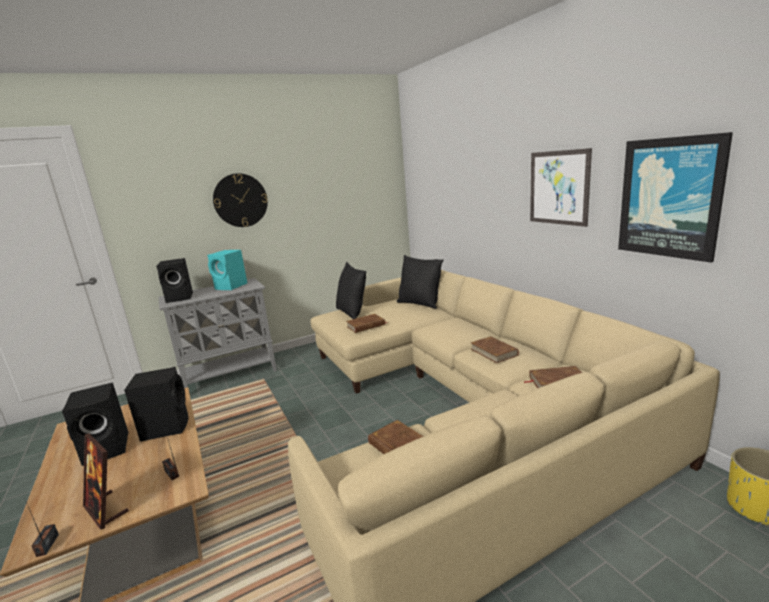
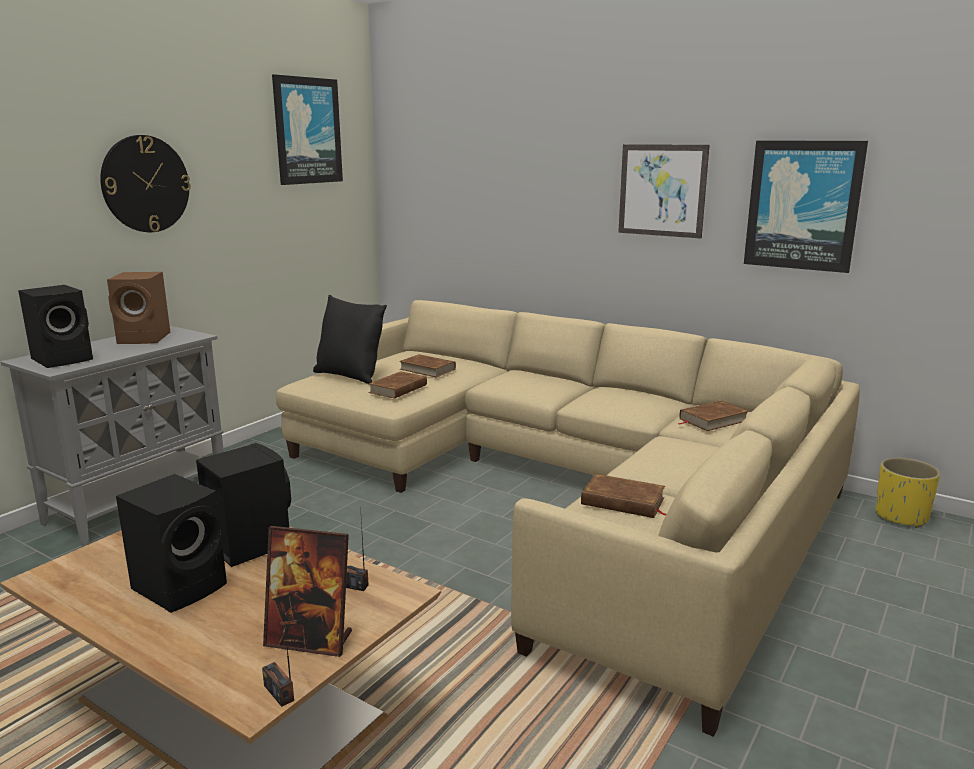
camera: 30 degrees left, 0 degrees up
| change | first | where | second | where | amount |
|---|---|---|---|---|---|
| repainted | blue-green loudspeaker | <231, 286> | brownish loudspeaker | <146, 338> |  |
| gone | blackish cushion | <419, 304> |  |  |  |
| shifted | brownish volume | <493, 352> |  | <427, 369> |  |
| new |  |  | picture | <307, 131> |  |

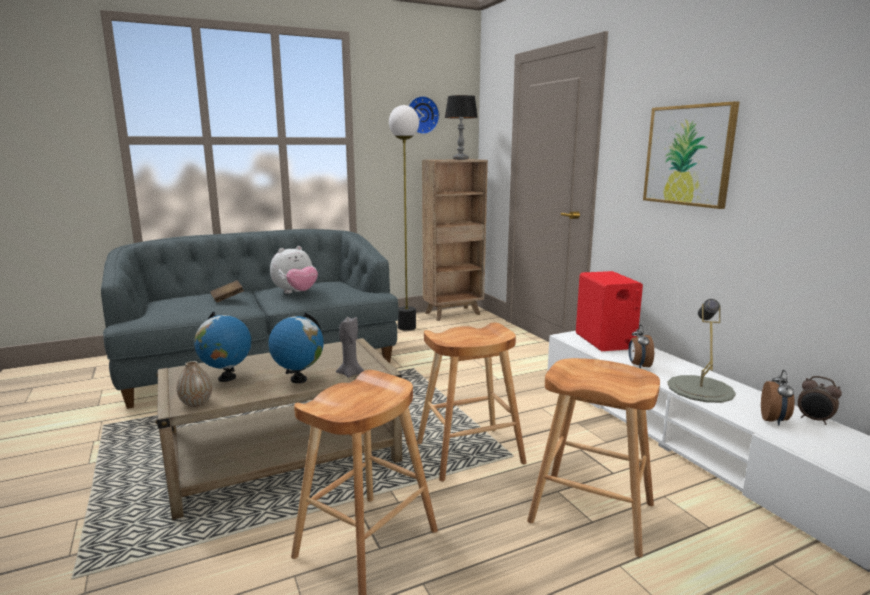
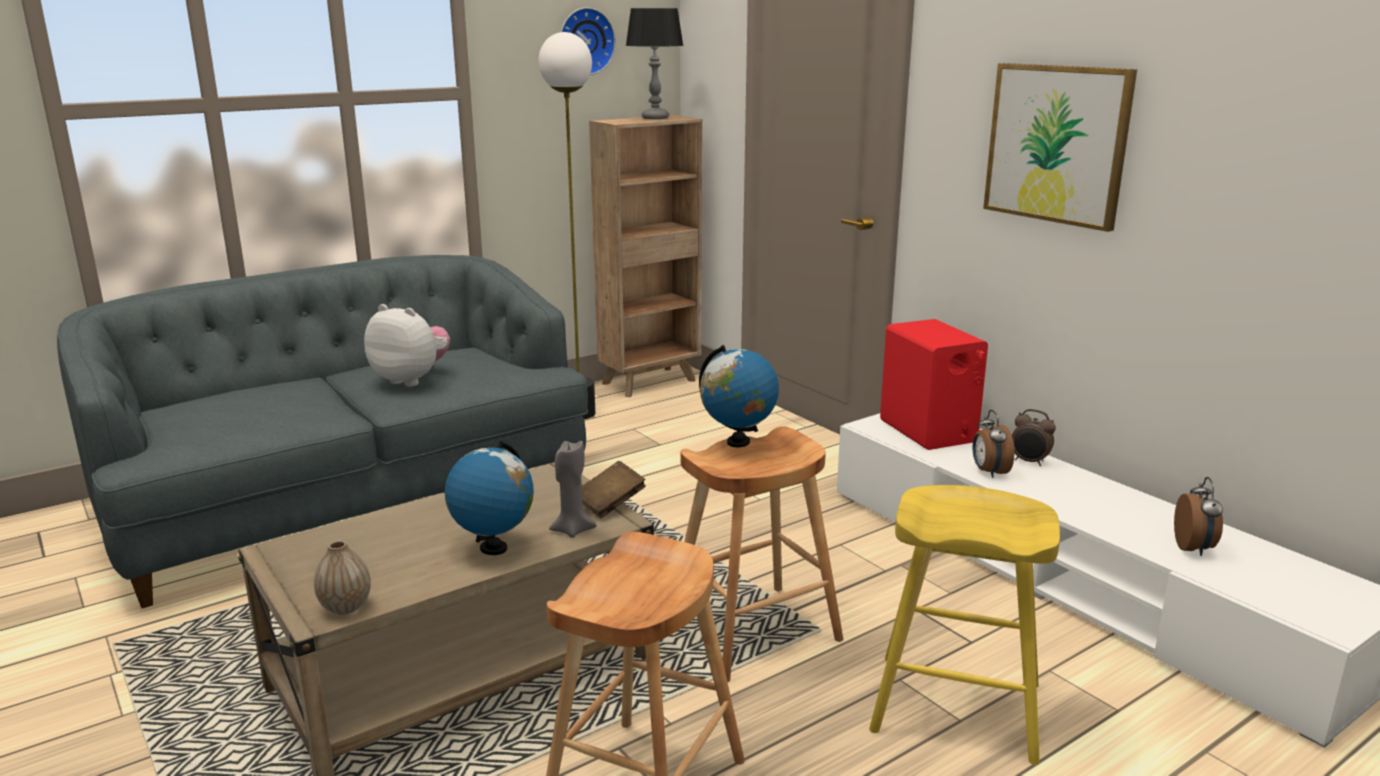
camera: 10 degrees left, 5 degrees up
| change | first | where | second | where | amount |
|---|---|---|---|---|---|
| rotated | cuddly toy | <296, 293> |  | <411, 379> | 105 degrees counterclockwise |
| shifted | brownish volume | <227, 298> |  | <610, 504> |  |
| gone | grey table lamp | <700, 389> |  |  |  |
| shifted | world globe | <226, 378> |  | <738, 442> |  |
| repainted | brownish sitting stool | <591, 513> | yellowish sitting stool | <955, 707> |  |
| shifted | table clock | <814, 420> |  | <1029, 462> |  |

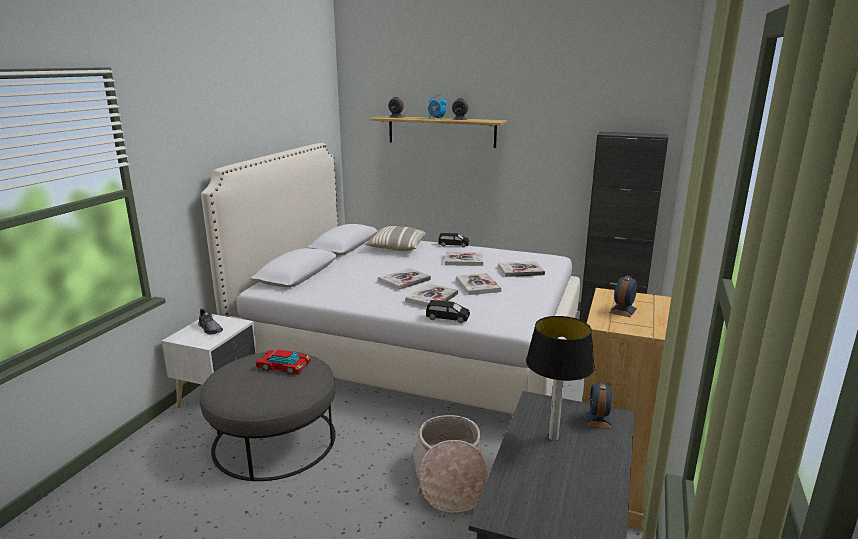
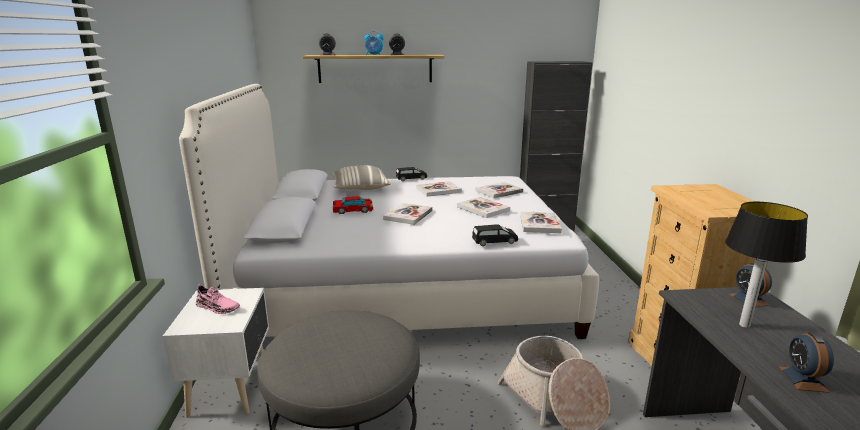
camera: 25 degrees left, 0 degrees up
| change | first | where | second | where | amount |
|---|---|---|---|---|---|
| shifted | table clock | <623, 310> |  | <803, 379> |  |
| shifted | volume | <432, 297> |  | <539, 224> |  |
| repainted | grey low shoe | <210, 329> | pinkish low shoe | <217, 307> |  |
| shifted | model car | <284, 366> |  | <353, 209> |  |

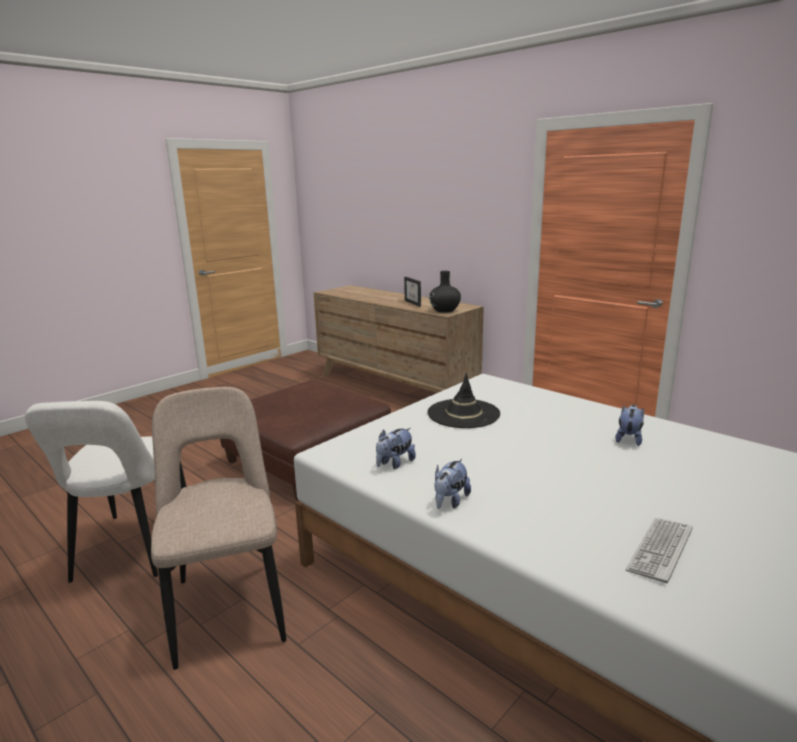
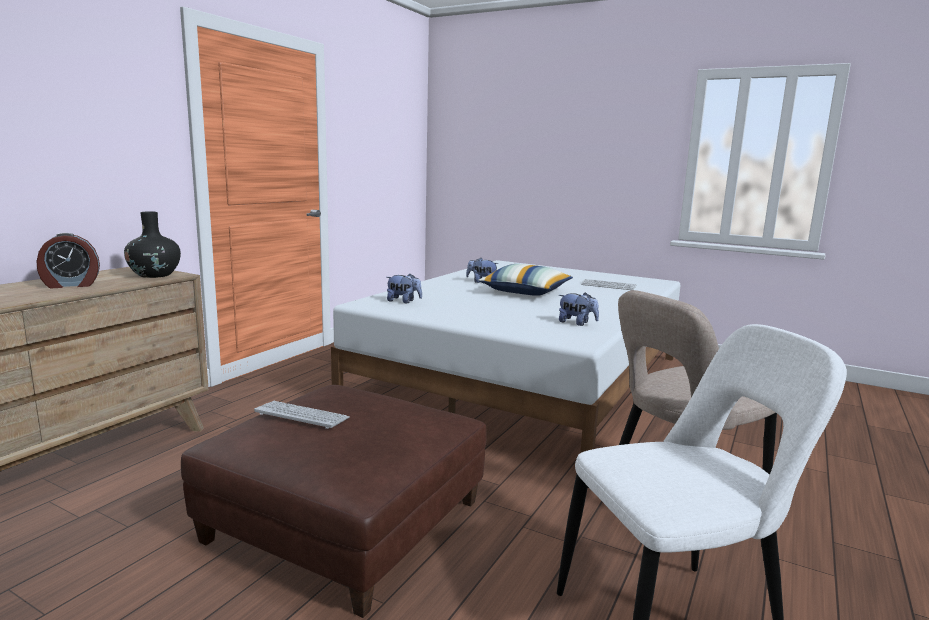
camera: 105 degrees left, 5 degrees down
| change | first | where | second | where | amount |
|---|---|---|---|---|---|
| swapped | picture frame | <416, 303> | table clock | <71, 285> |  |
| gone | blackish clothing hat | <463, 414> |  |  |  |
| shifted | cuddly toy | <450, 501> |  | <403, 301> |  |
| new |  |  | cushion | <525, 292> |  |
| new |  |  | computer keyboard | <302, 415> |  |

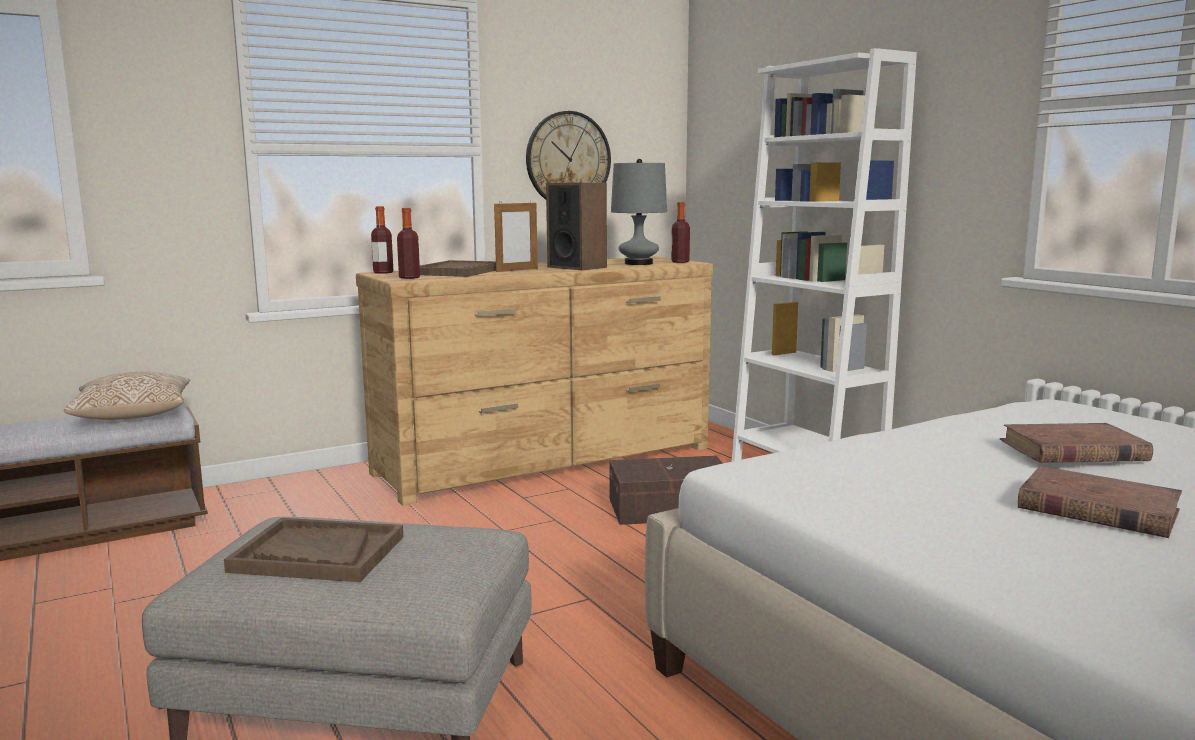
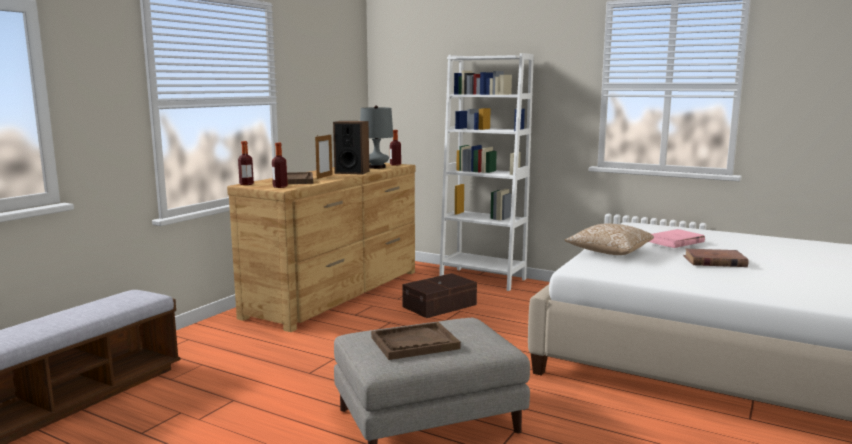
camera: 30 degrees left, 0 degrees up
| change | first | where | second | where | amount |
|---|---|---|---|---|---|
| gone | hanging clock | <568, 159> |  |  |  |
| shifted | cushion | <133, 415> |  | <609, 252> |  |
| repainted | brownish volume | <1072, 451> | pinkish volume | <675, 242> |  |

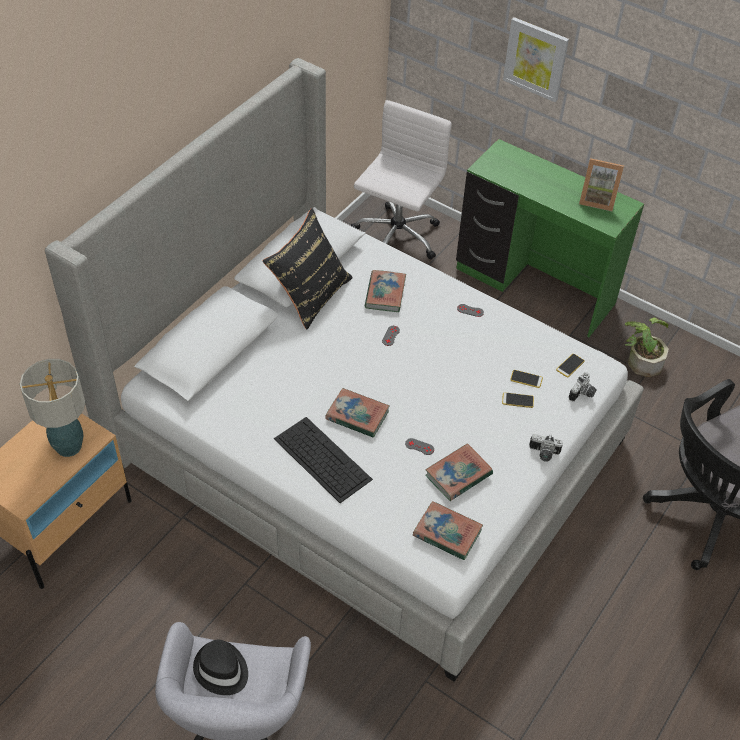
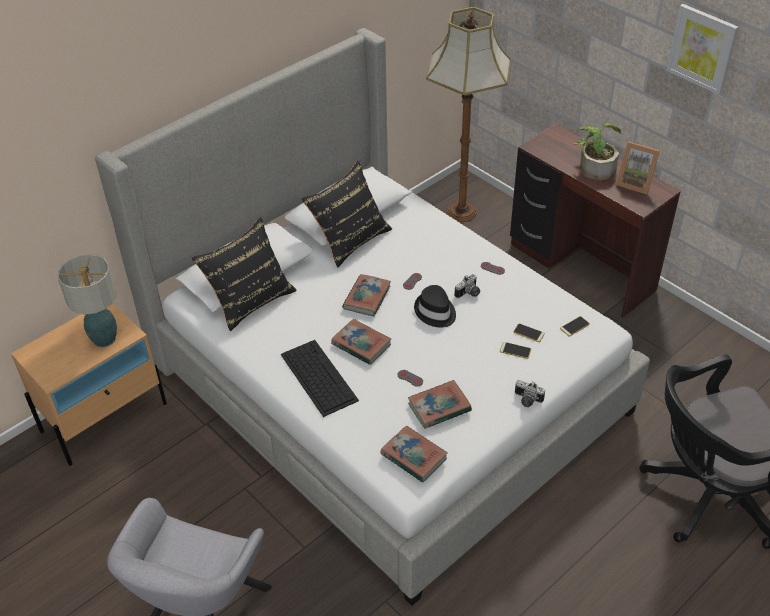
camera: 15 degrees right, 5 degrees down
| change | first | where | second | where | amount |
|---|---|---|---|---|---|
| shifted | picture | <536, 59> |  | <702, 48> |  |
| swapped | whitish desk chair | <396, 237> | floor lamp | <462, 212> |  |
| repainted | green desk table | <534, 287> | brownish desk table | <580, 268> |  |
| shifted | volume | <385, 293> |  | <367, 298> |  |
| shifted | plant in a pot | <641, 359> |  | <595, 166> |  |
| shifted | still camera | <583, 394> |  | <469, 293> |  |
| shifted | blackish clothing hat | <221, 670> |  | <435, 312> |  |
| new |  |  | blackish cushion | <250, 299> |  |

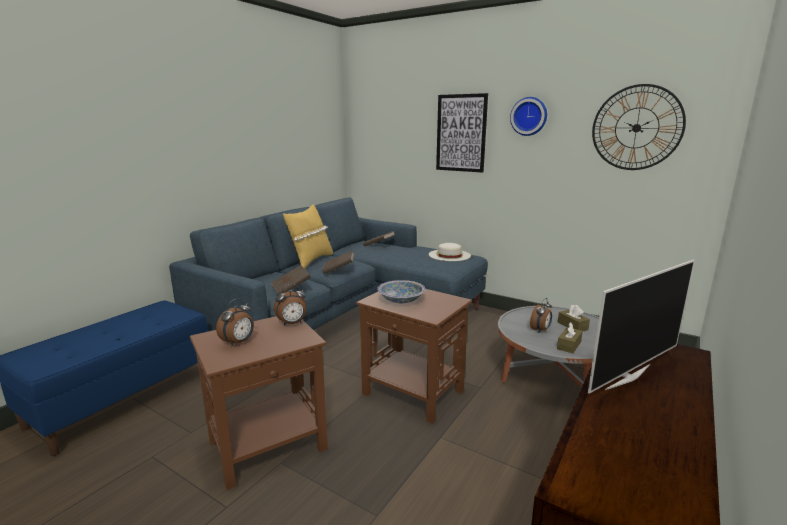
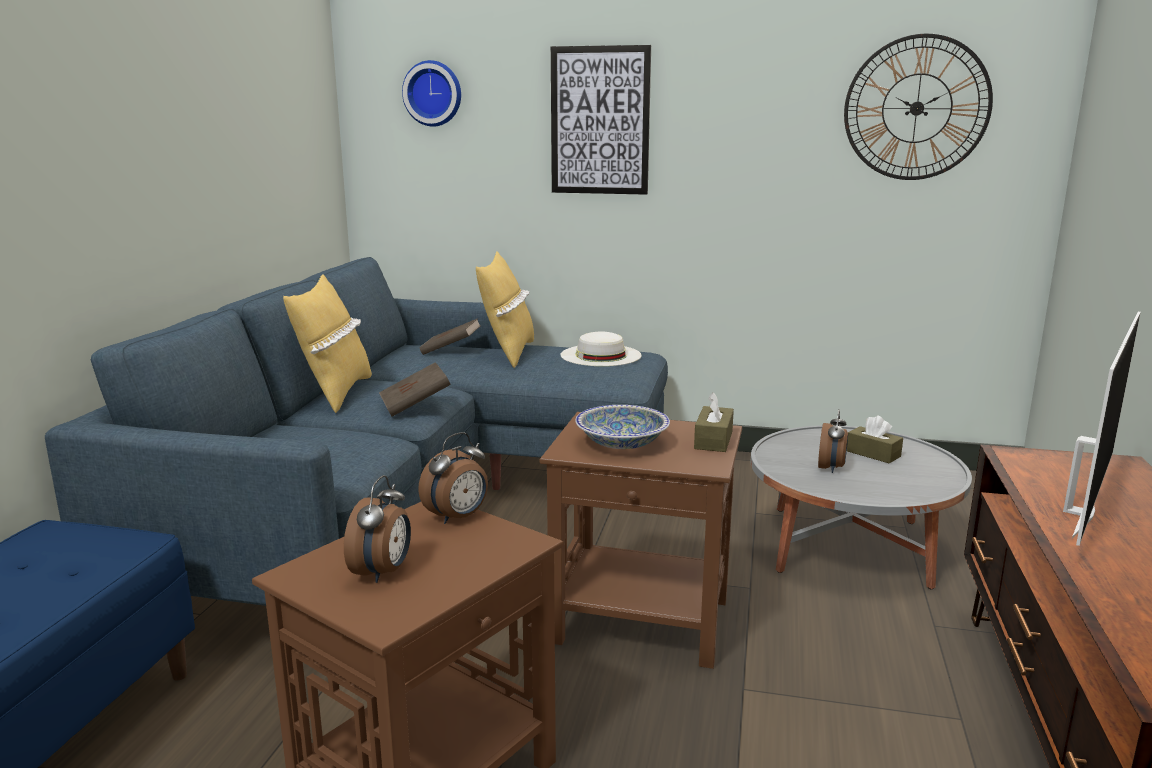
camera: 20 degrees left, 0 degrees up
| change | first | where | second | where | amount |
|---|---|---|---|---|---|
| shifted | hanging clock | <529, 116> |  | <433, 93> |  |
| gone | brownish volume | <291, 289> |  |  |  |
| shifted | brownish box of tissues | <569, 345> |  | <713, 440> |  |
| new |  |  | yellowish cushion | <507, 353> |  |

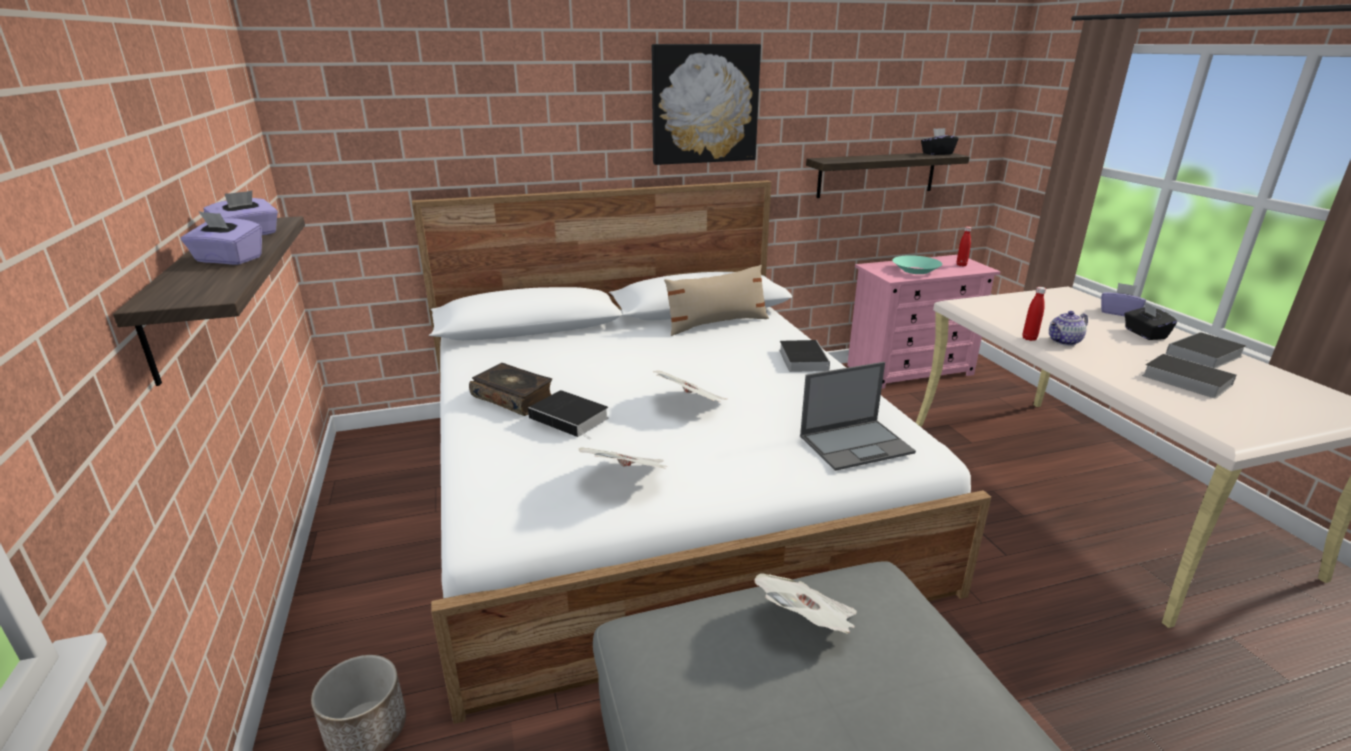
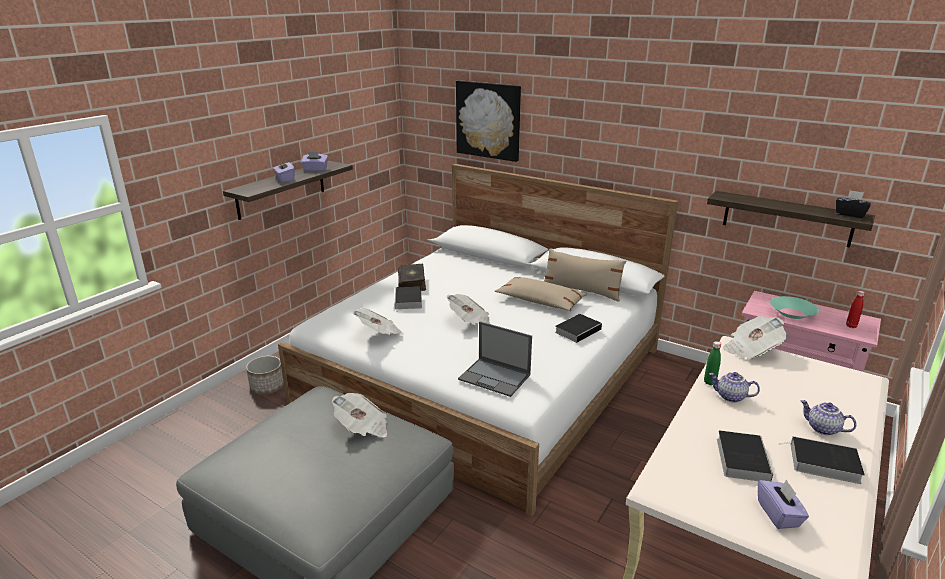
camera: 50 degrees right, 0 degrees up
| change | first | where | second | where | amount |
|---|---|---|---|---|---|
| shifted | picture | <704, 104> |  | <488, 120> |  |
| shifted | purplish box of tissues | <1119, 313> |  | <778, 514> |  |
| repainted | red-coloured bottle | <1029, 338> | green bottle | <709, 382> |  |
| swapped | blackish box of tissues | <1144, 334> | pot for tea | <822, 429> |  |
| new |  |  | sand-coloured cushion | <540, 301> |  |
| new |  |  | daily paper | <751, 350> |  |

